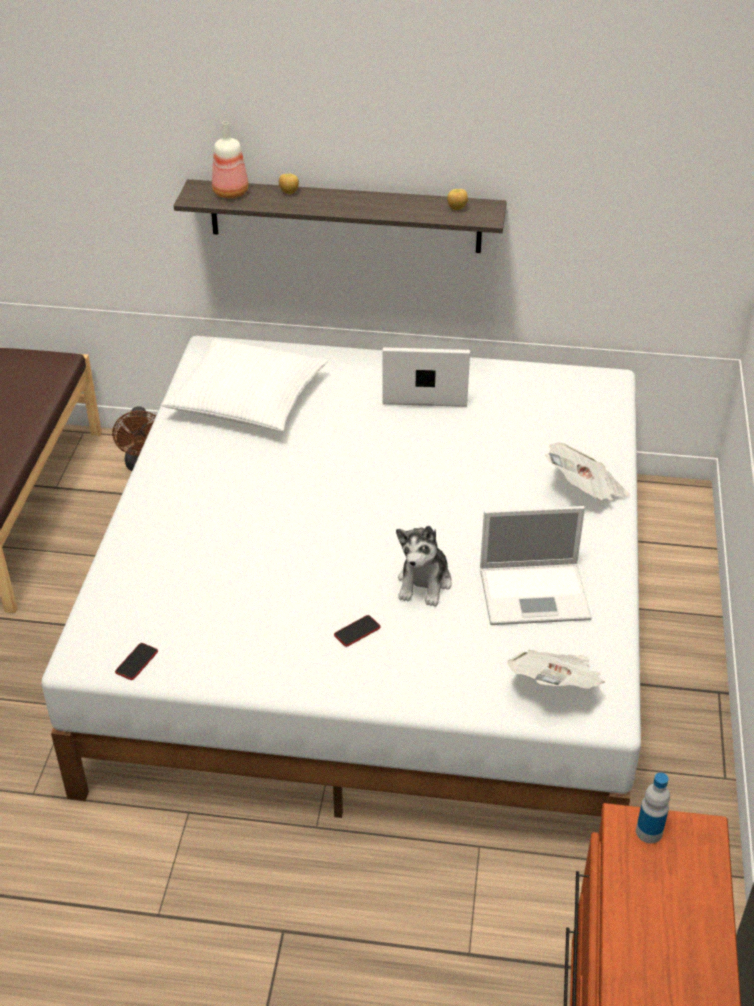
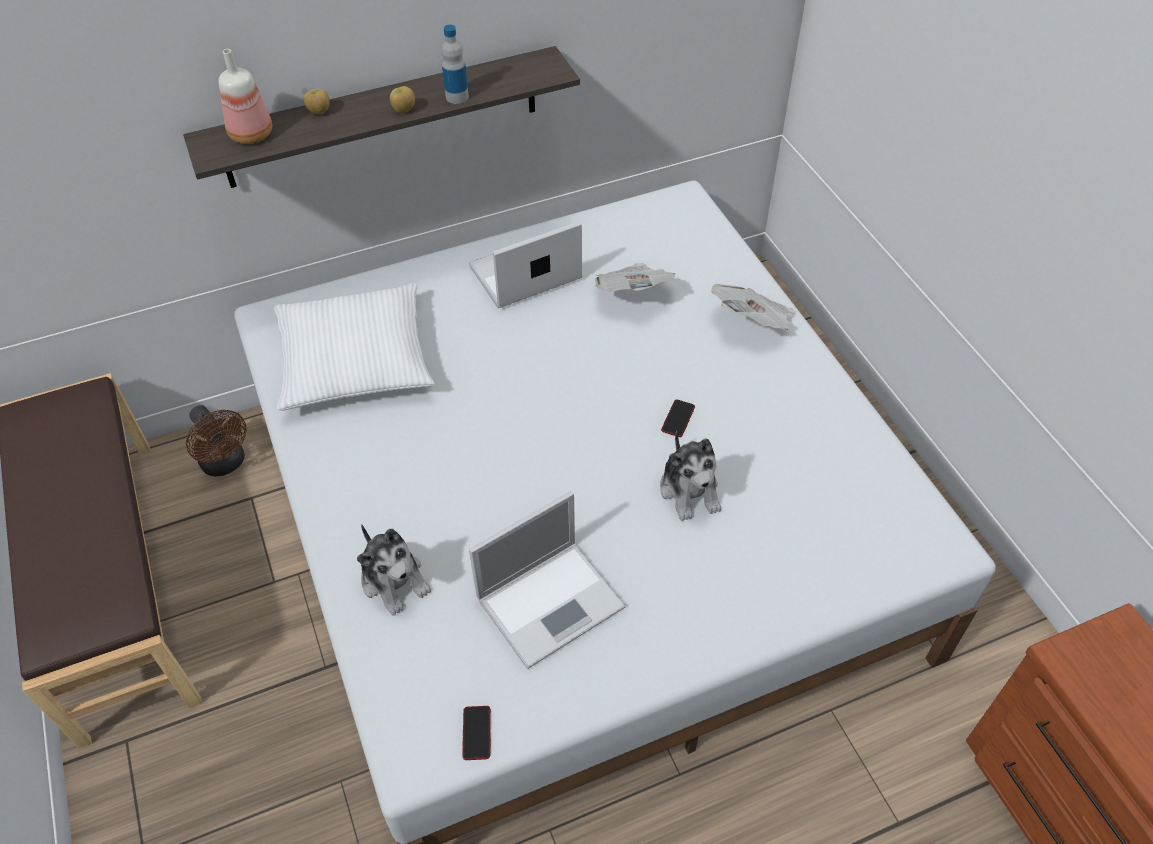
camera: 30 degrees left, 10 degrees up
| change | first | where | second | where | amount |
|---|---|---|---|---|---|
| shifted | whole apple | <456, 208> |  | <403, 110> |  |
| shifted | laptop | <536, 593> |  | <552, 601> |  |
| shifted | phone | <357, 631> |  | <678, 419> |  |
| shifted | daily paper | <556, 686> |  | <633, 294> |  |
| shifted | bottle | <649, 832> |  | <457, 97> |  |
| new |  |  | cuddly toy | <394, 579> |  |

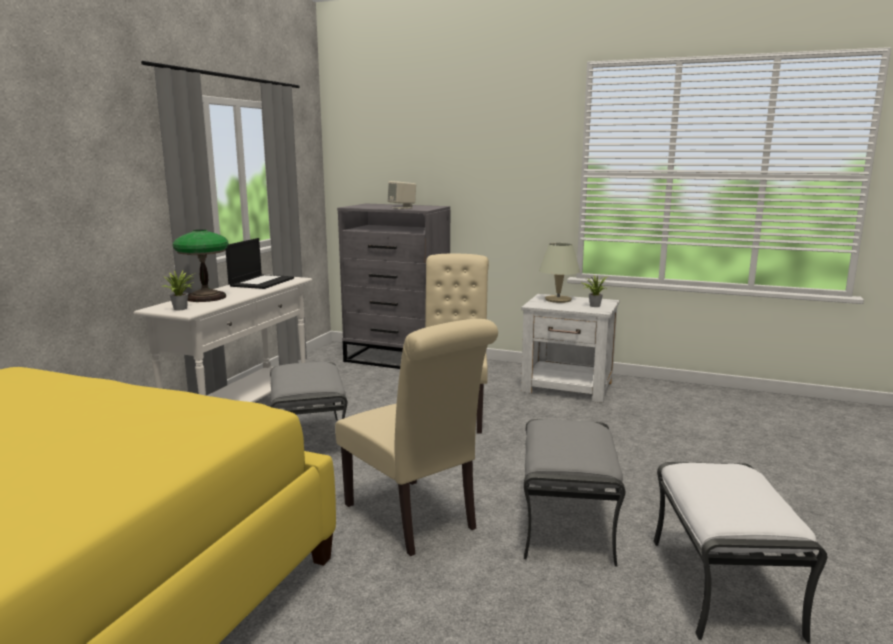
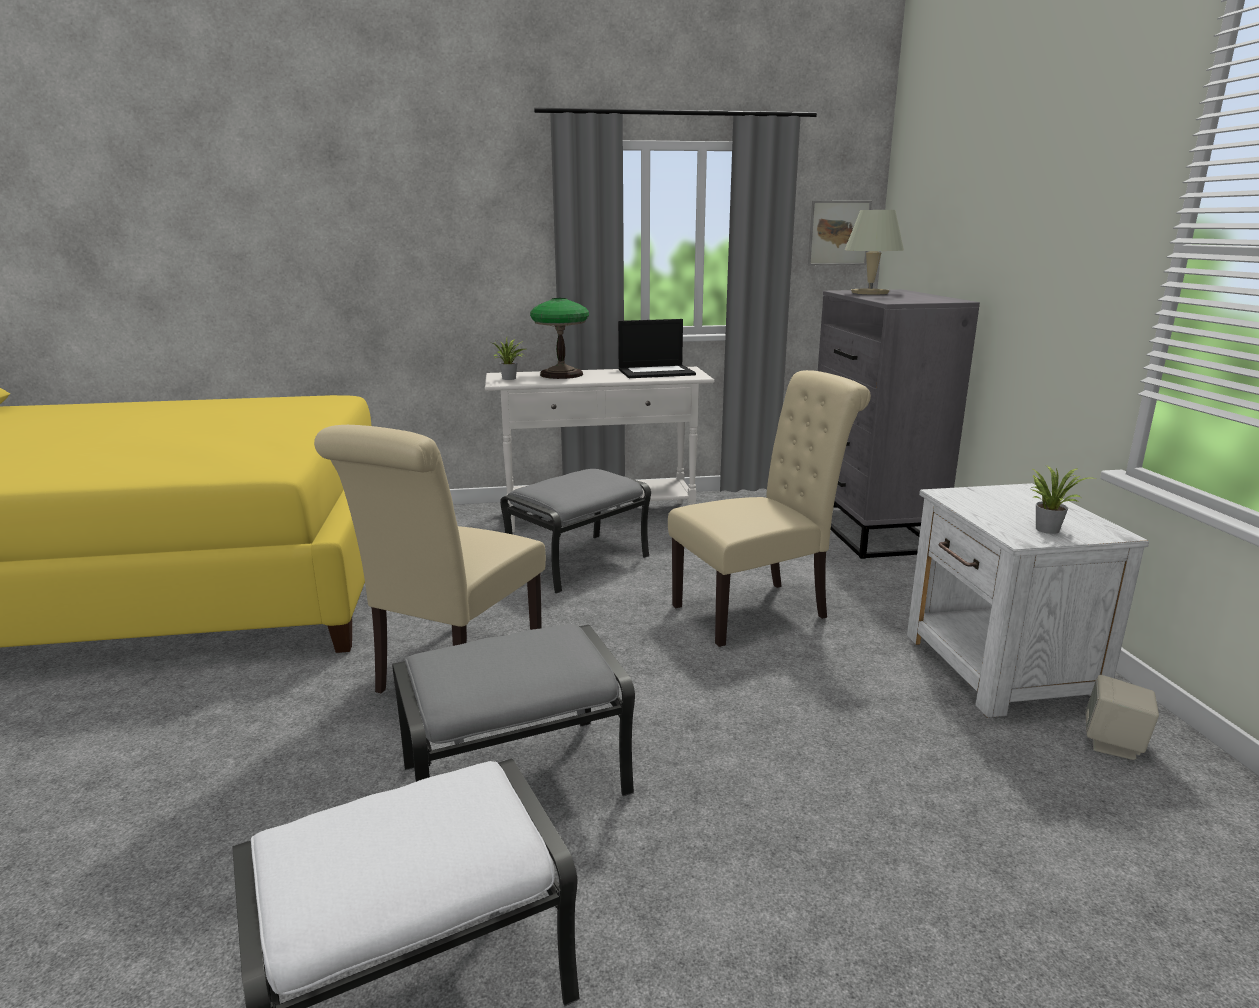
camera: 60 degrees right, 5 degrees up
| change | first | where | second | where | amount |
|---|---|---|---|---|---|
| shifted | sand-coloured loudspeaker | <402, 208> |  | <1114, 744> |  |
| shifted | sand-coloured table lamp | <558, 300> |  | <869, 293> |  |
| new |  |  | picture | <839, 233> |  |

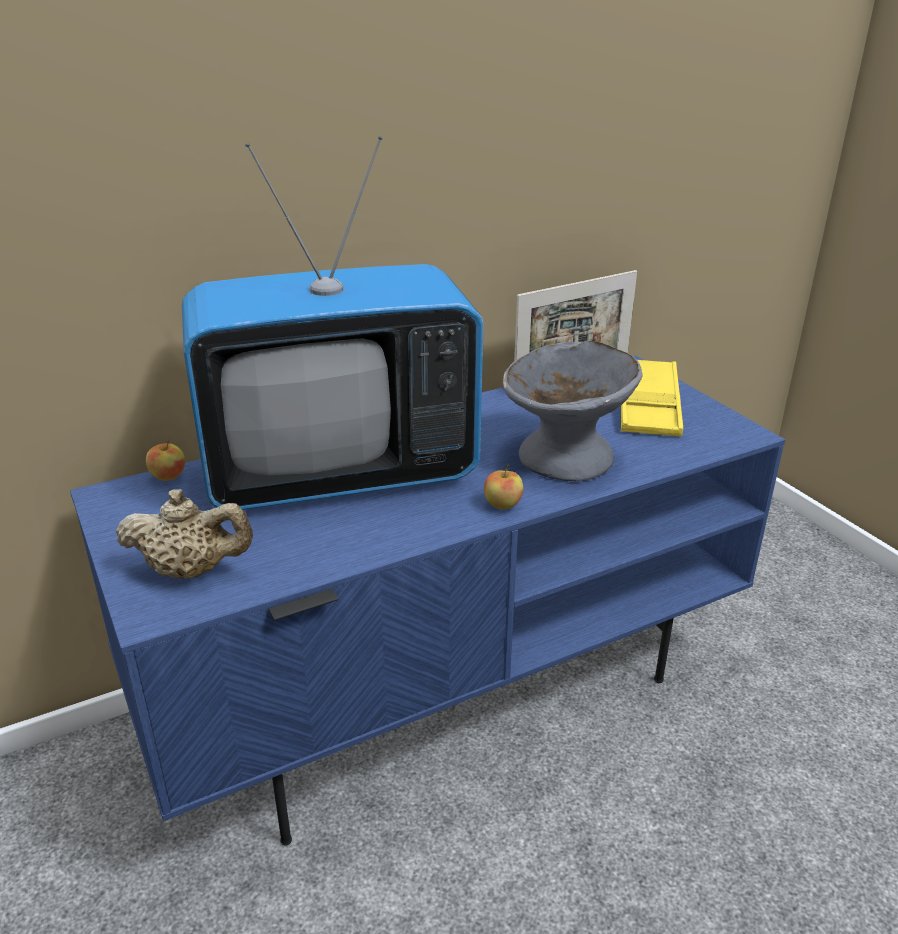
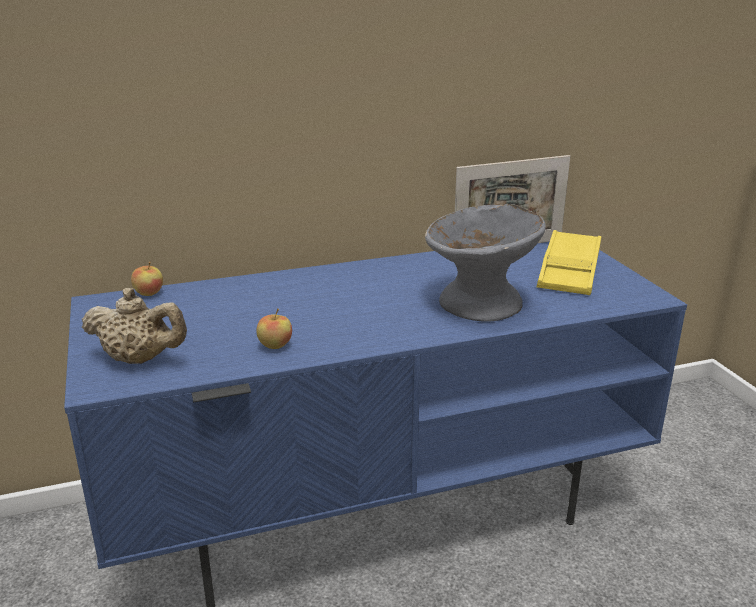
camera: 10 degrees right, 5 degrees down
| change | first | where | second | where | amount |
|---|---|---|---|---|---|
| gone | TV set | <340, 474> |  |  |  |
| shifted | whole apple | <502, 505> |  | <275, 345> |  |

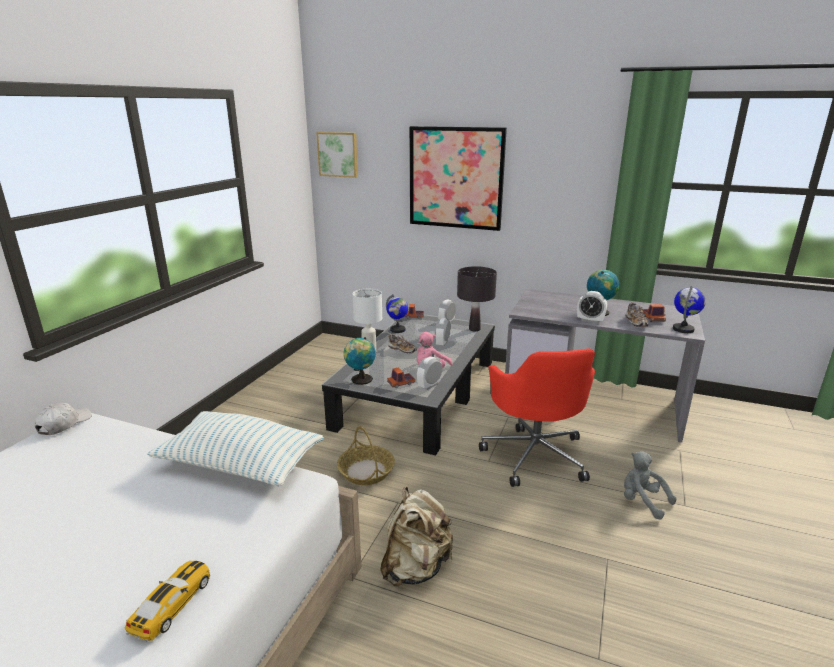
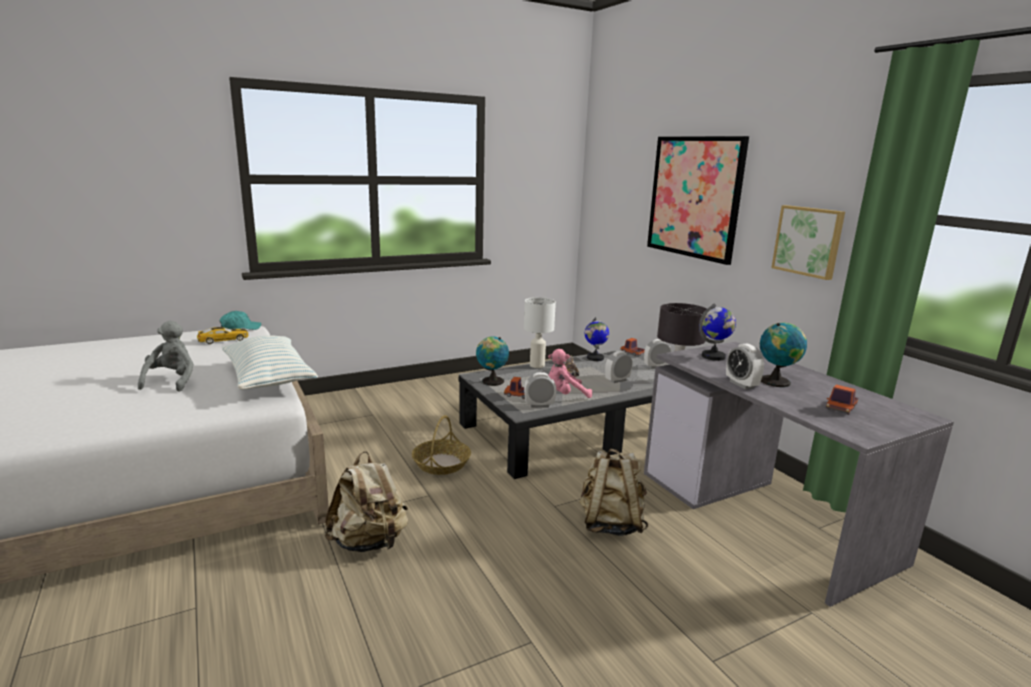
camera: 40 degrees right, 5 degrees down
| change | first | where | second | where | amount |
|---|---|---|---|---|---|
| shifted | picture | <338, 154> |  | <808, 241> |  |
| shifted | world globe | <683, 329> |  | <713, 356> |  |
| gone | low shoe | <636, 323> |  |  |  |
| swapped | red-coloured desk chair | <535, 454> | sand-coloured knapsack | <610, 524> |  |
| repainted | whitish peaked cap | <64, 424> | blue-green peaked cap | <240, 328> |  |
| shifted | grey cuddly toy | <642, 501> |  | <172, 381> |  |
| shifted | model car | <173, 604> |  | <223, 340> |  |

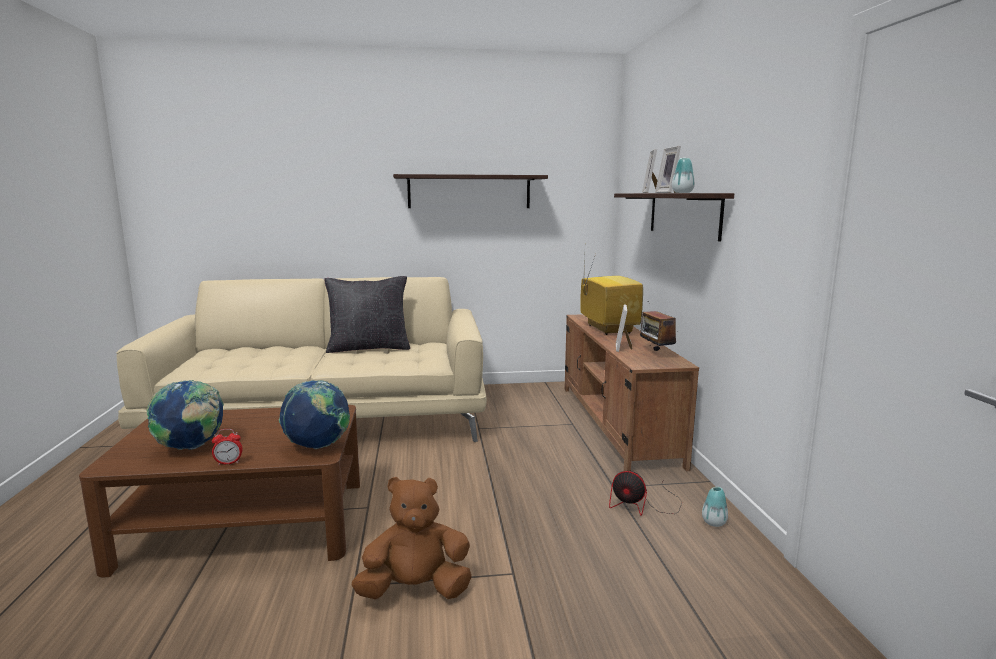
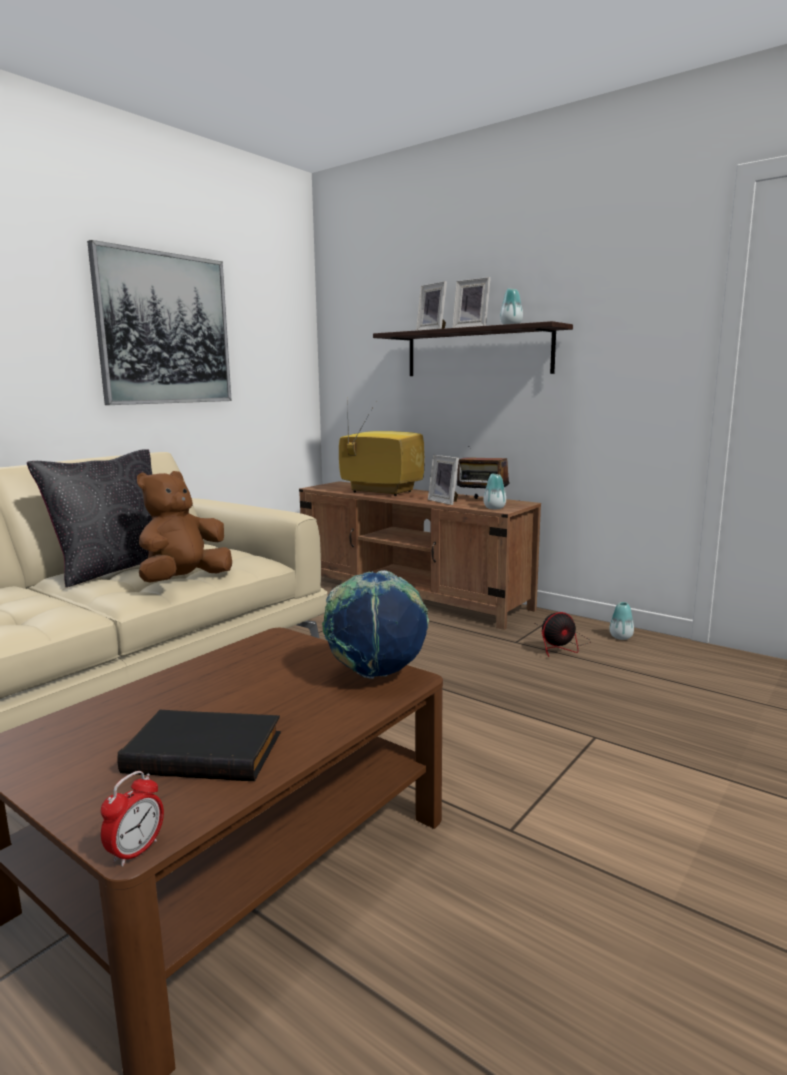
camera: 45 degrees left, 0 degrees up
| change | first | where | second | where | amount |
|---|---|---|---|---|---|
| swapped | wall shelf | <469, 192> | picture | <164, 329> |  |
| swapped | world globe | <191, 448> | blackish volume | <206, 751> |  |
| shifted | table clock | <228, 463> |  | <136, 851> |  |
| shifted | brownish cuddly toy | <415, 590> |  | <184, 581> |  |
| new |  |  | vase | <494, 508> |  |

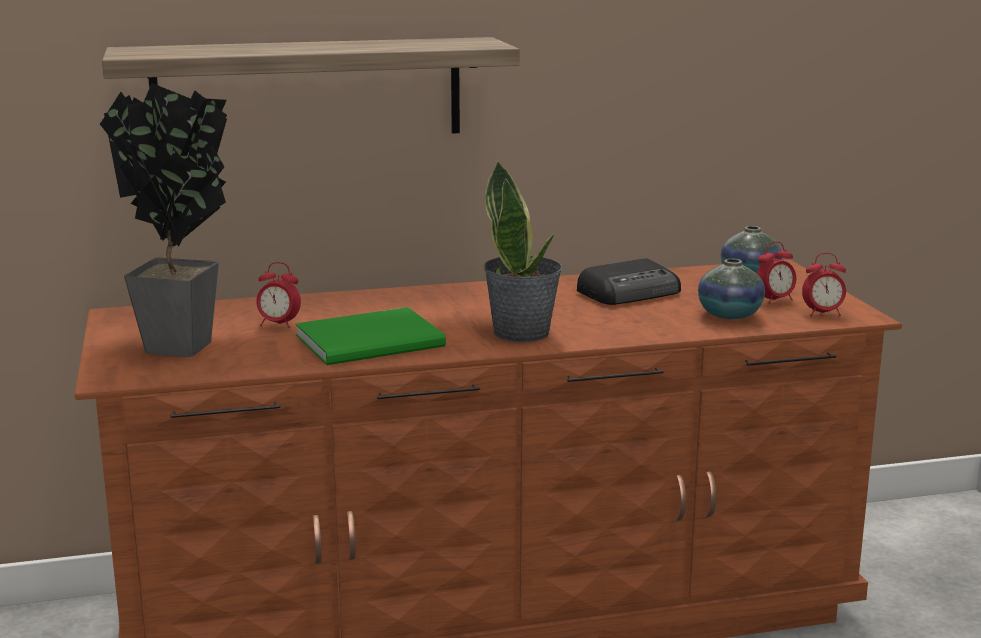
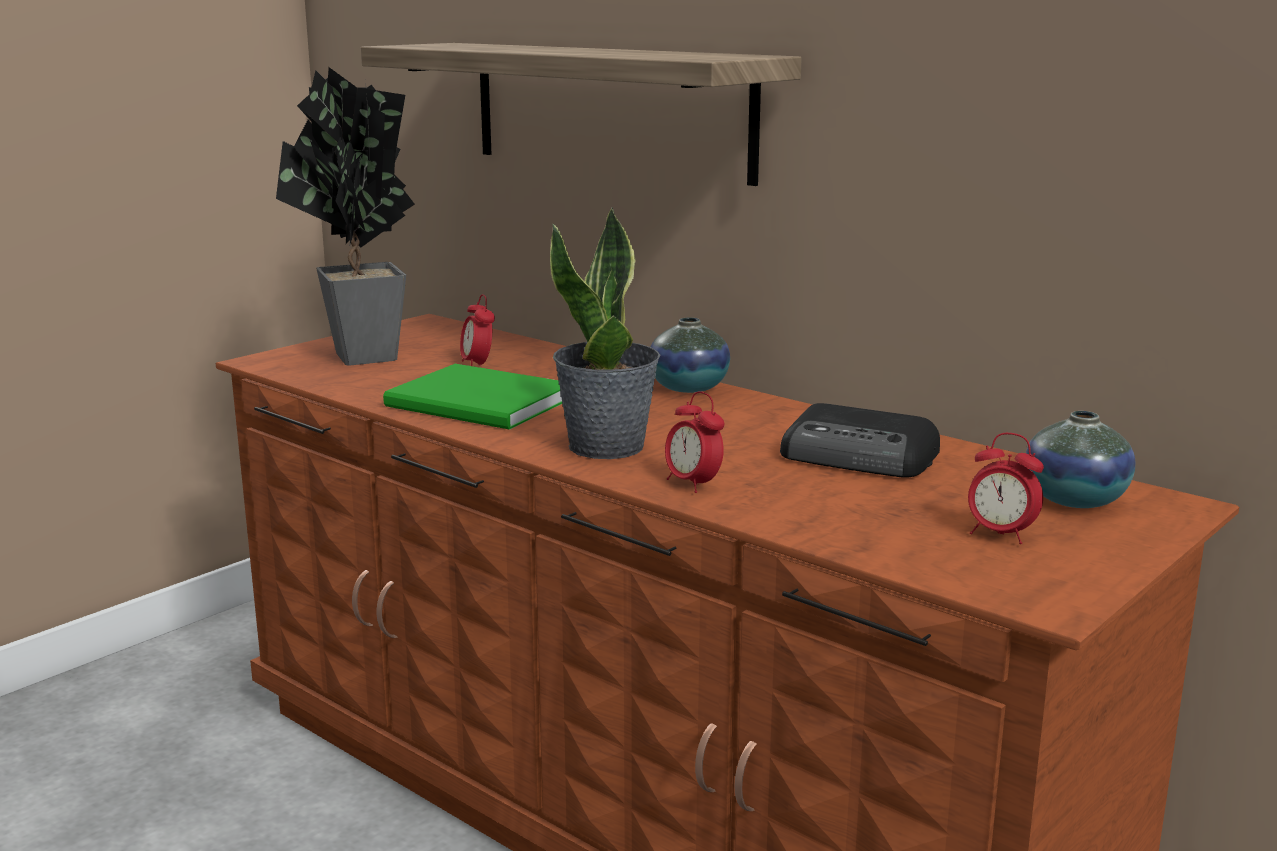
camera: 55 degrees right, 0 degrees up
| change | first | where | second | where | amount |
|---|---|---|---|---|---|
| shifted | table clock | <823, 313> |  | <693, 484> |  |
| shifted | vase | <729, 315> |  | <688, 388> |  |

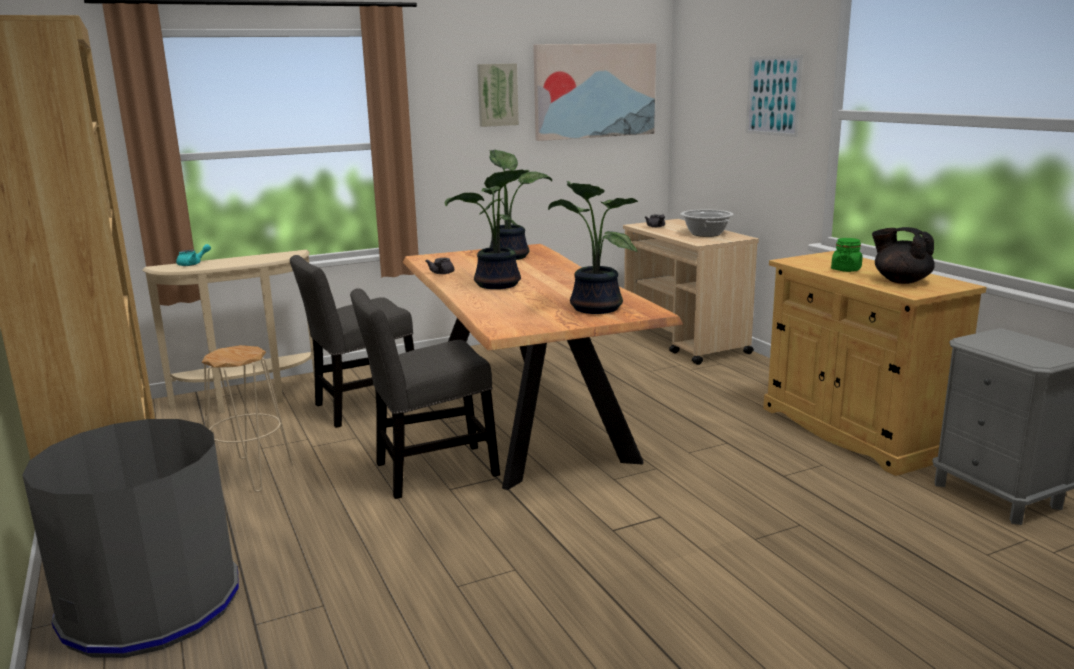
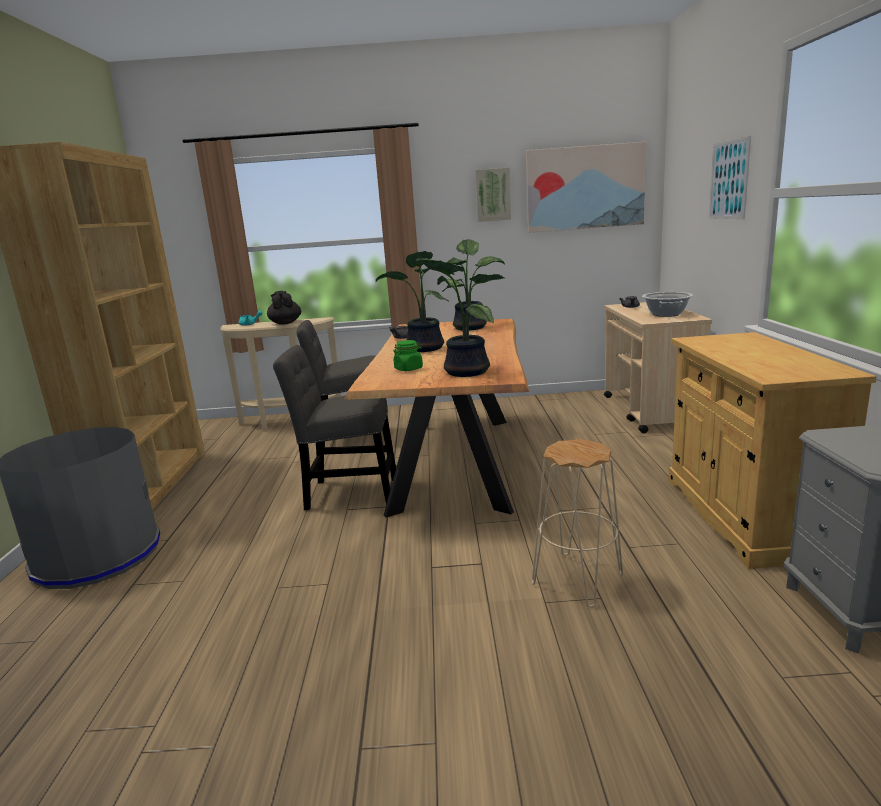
camera: 25 degrees right, 0 degrees up
| change | first | where | second | where | amount |
|---|---|---|---|---|---|
| shifted | blackish pot for tea | <900, 281> |  | <285, 323> |  |
| shifted | green jar | <846, 269> |  | <408, 369> |  |
| shifted | sand-coloured sitting stool | <251, 474> |  | <578, 579> |  |

